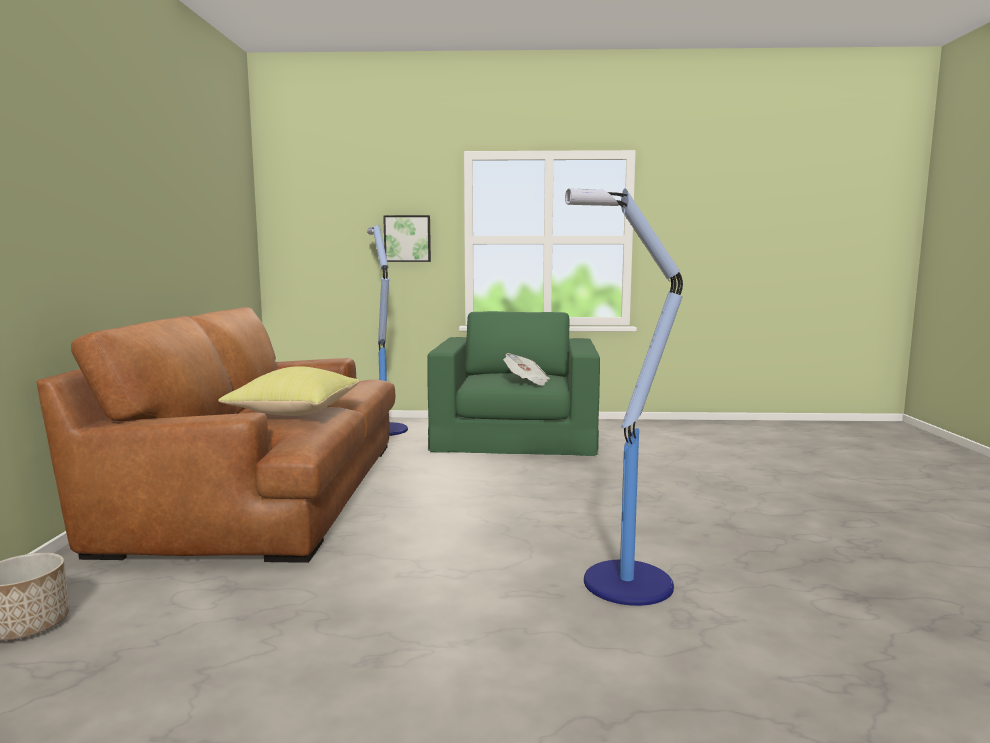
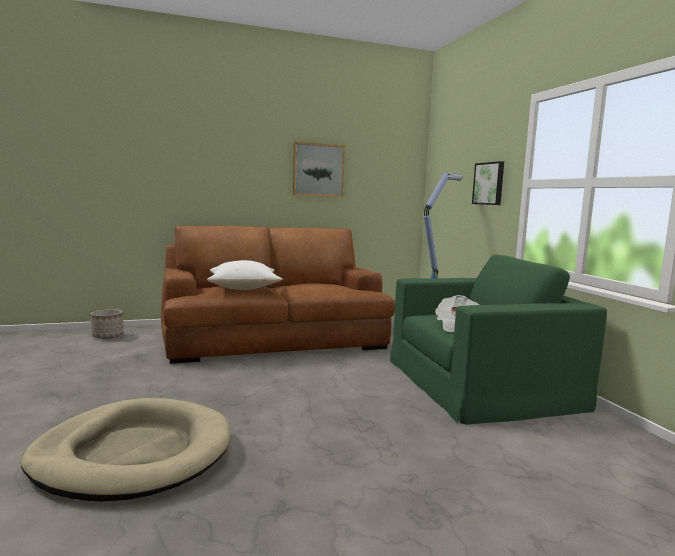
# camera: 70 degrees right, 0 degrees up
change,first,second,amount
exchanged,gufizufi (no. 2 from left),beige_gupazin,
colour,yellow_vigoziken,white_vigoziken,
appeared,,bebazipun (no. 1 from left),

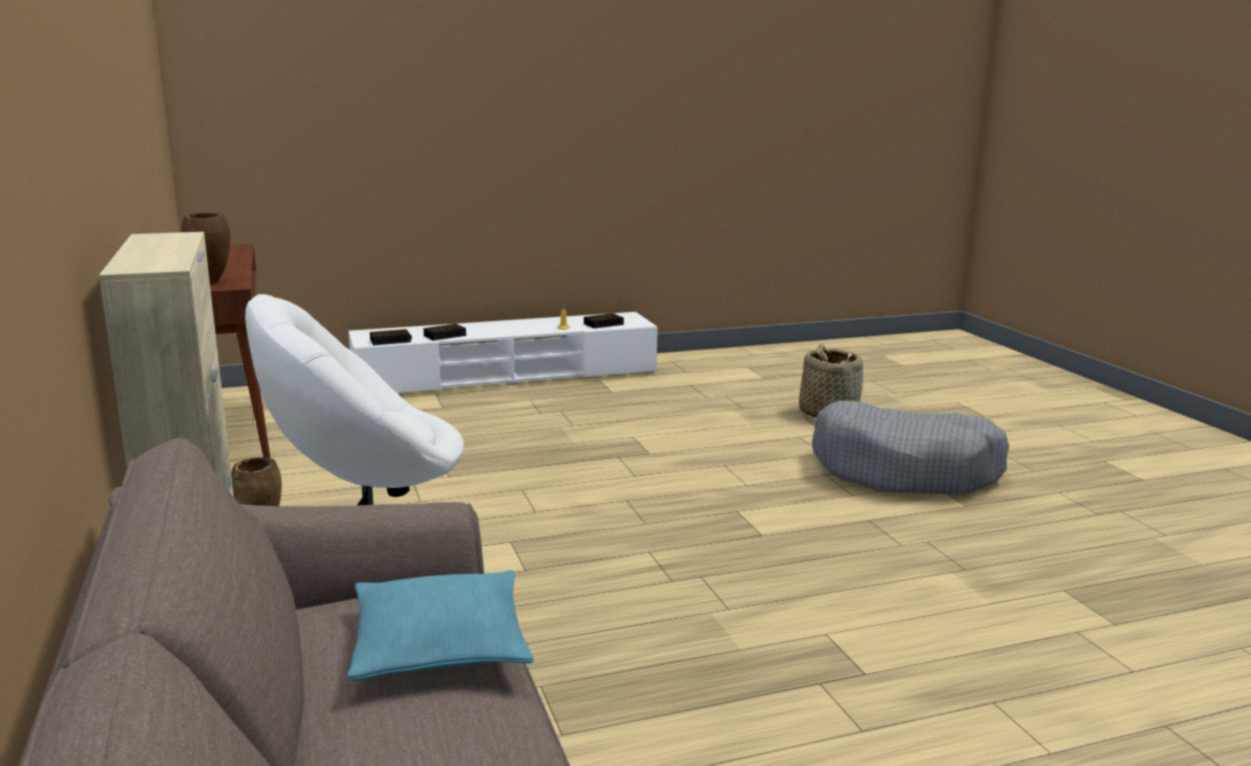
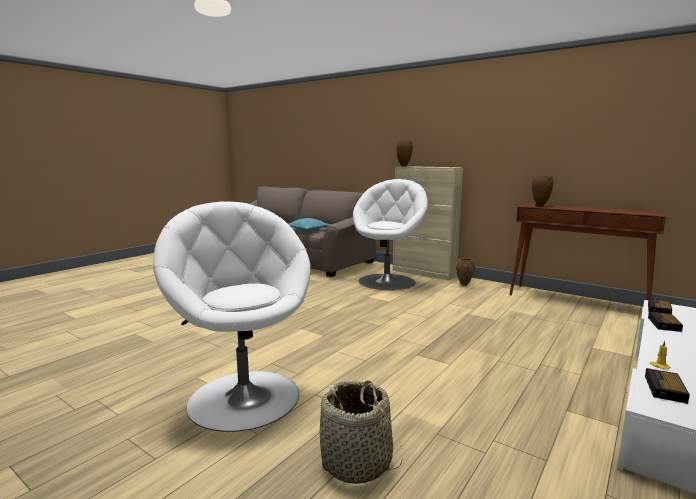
# camera: 145 degrees right, 5 degrees down
change,first,second,amount
exchanged,grey_gupazin,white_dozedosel (no. 1 from left),
appeared,,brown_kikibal (no. 1 from left),

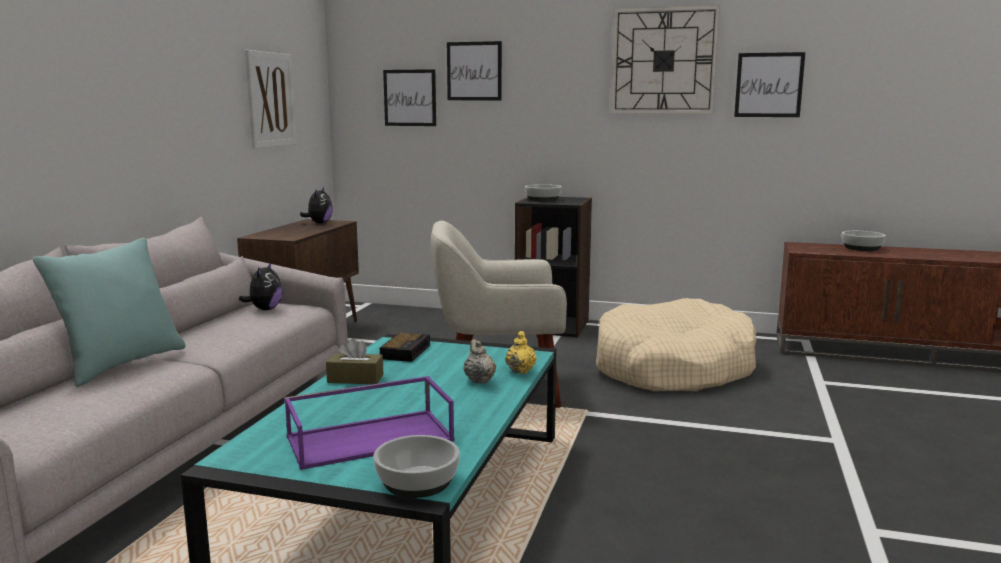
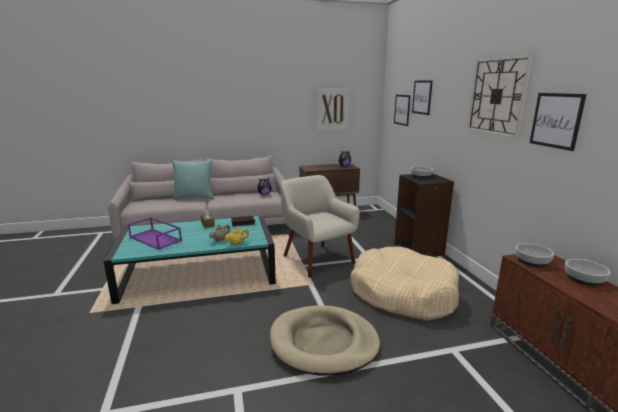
# camera: 60 degrees right, 5 degrees up
change,first,second,amount
appeared,,beige_gupazin (no. 1 from left),
relocated,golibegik (no. 1 from left in the first image),golibegik (no. 2 from left),

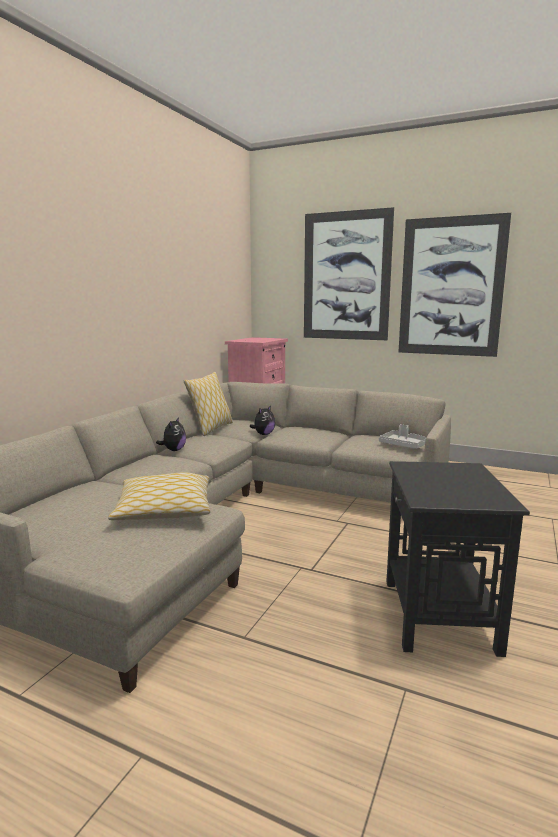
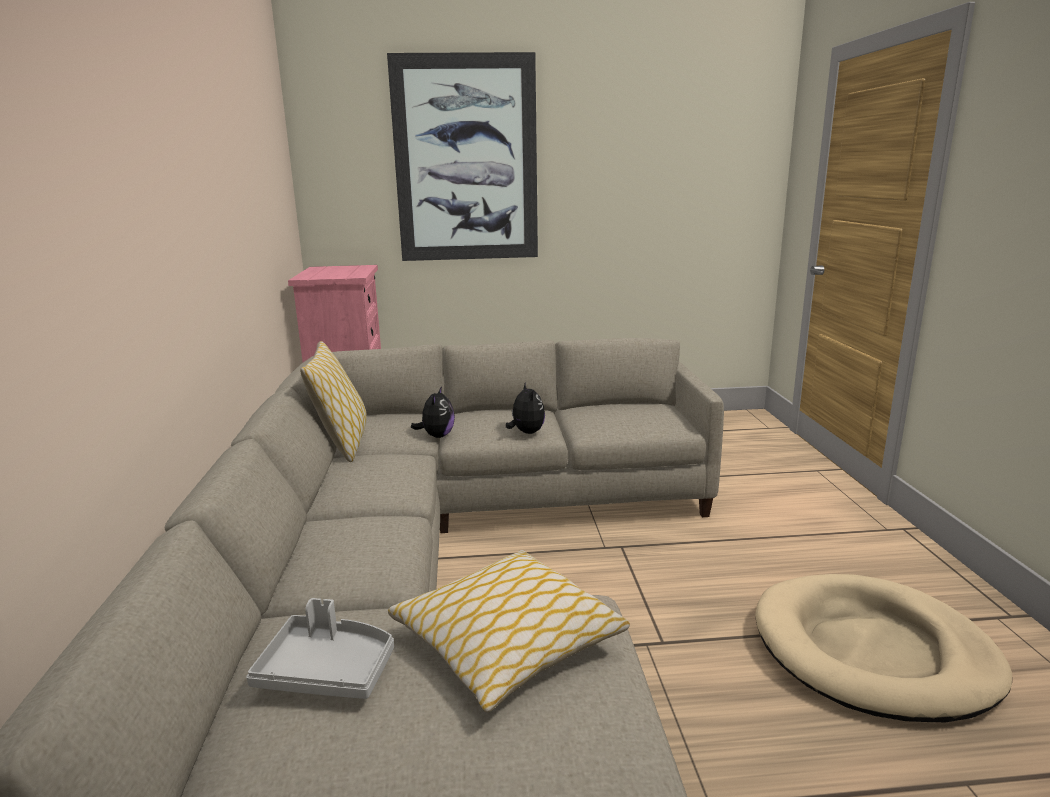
# camera: 30 degrees left, 5 degrees up
change,first,second,amount
relocated,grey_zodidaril,,
relocated,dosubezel (no. 1 from left in the first image),dosubezel (no. 2 from left),
exchanged,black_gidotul,beige_gupazin,
missing,bebazipun (no. 2 from left),,

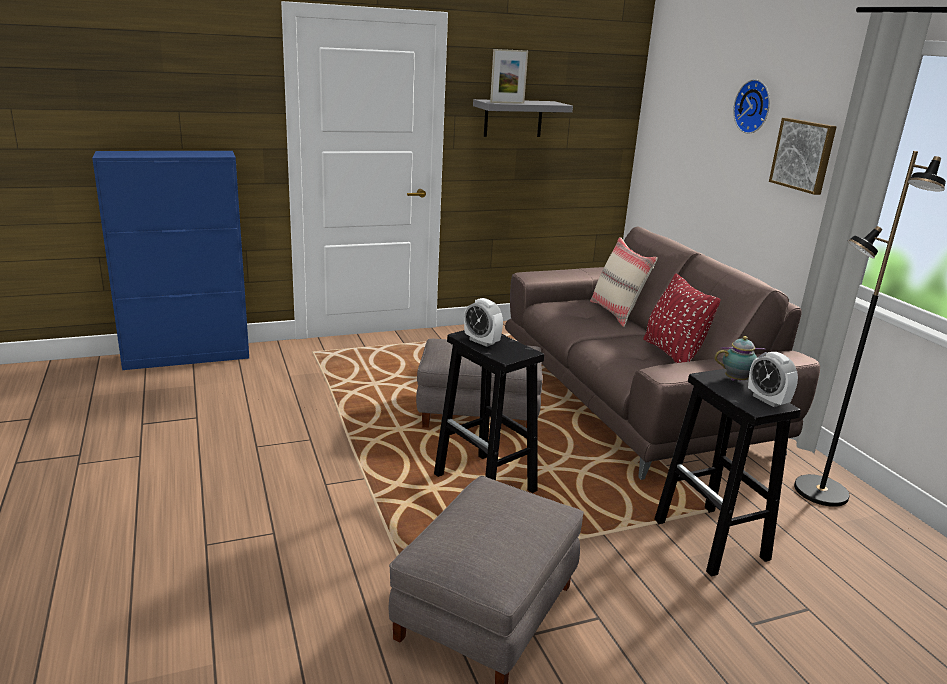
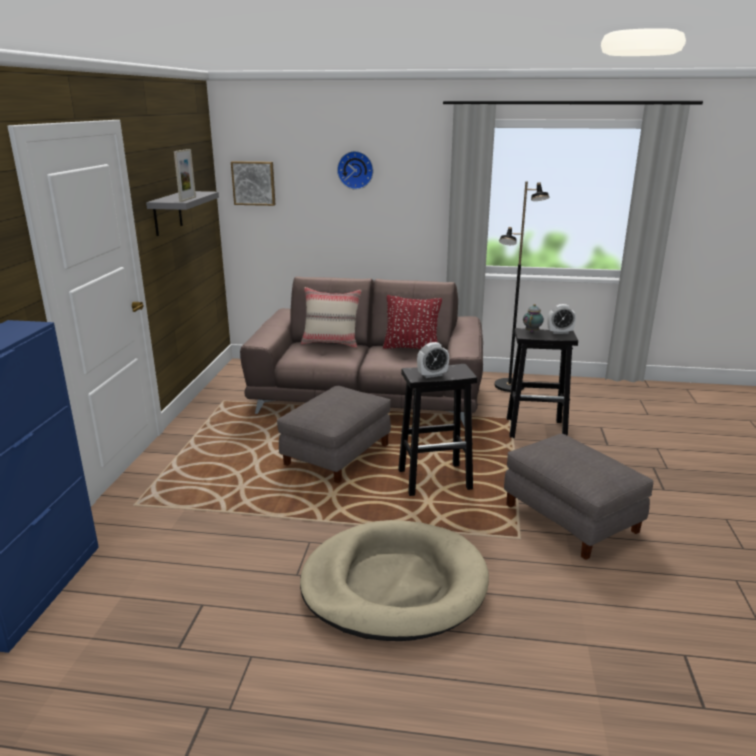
# camera: 60 degrees left, 0 degrees up
change,first,second,amount
relocated,bebazipun,,
appeared,,beige_gupazin,

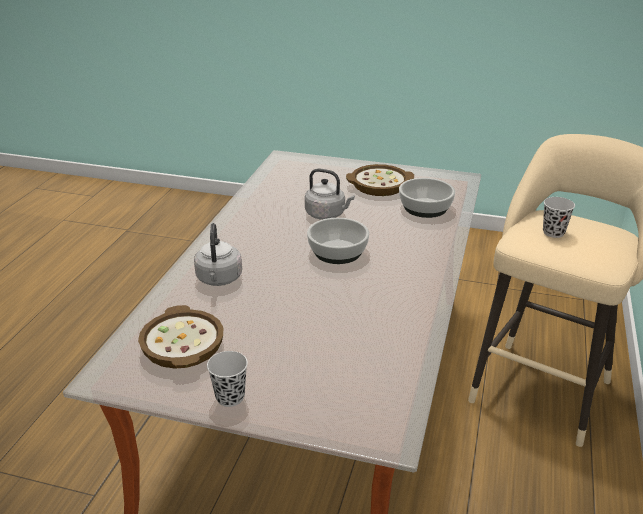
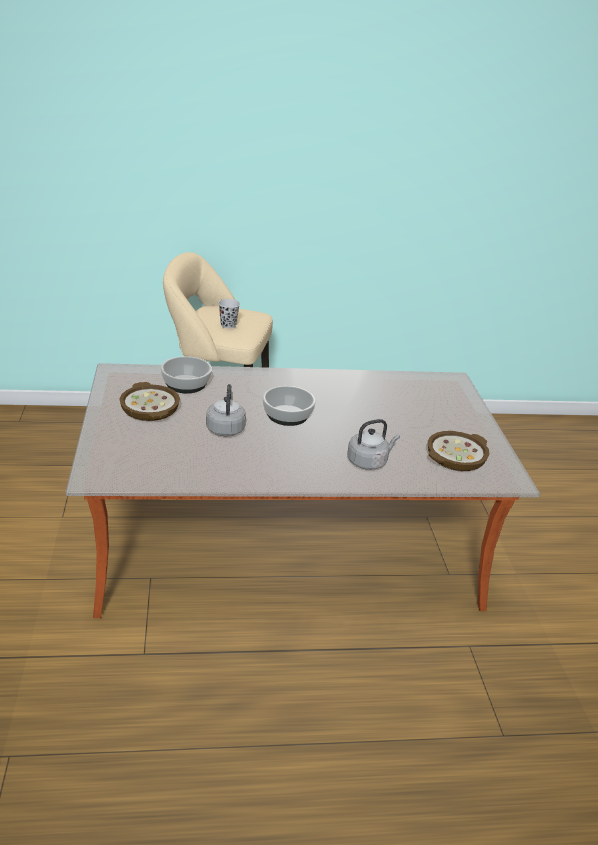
# camera: 115 degrees left, 0 degrees up
change,first,second,amount
missing,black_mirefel (no. 1 from left),,

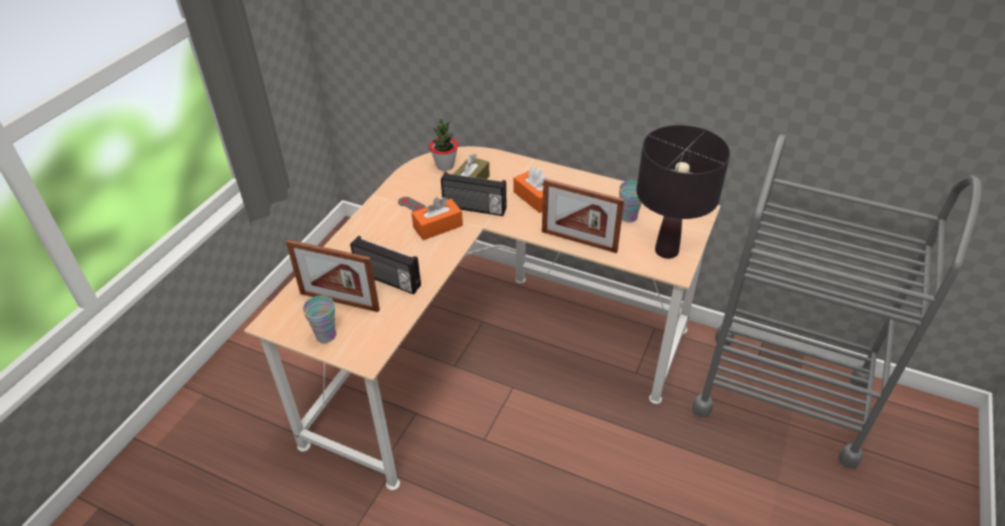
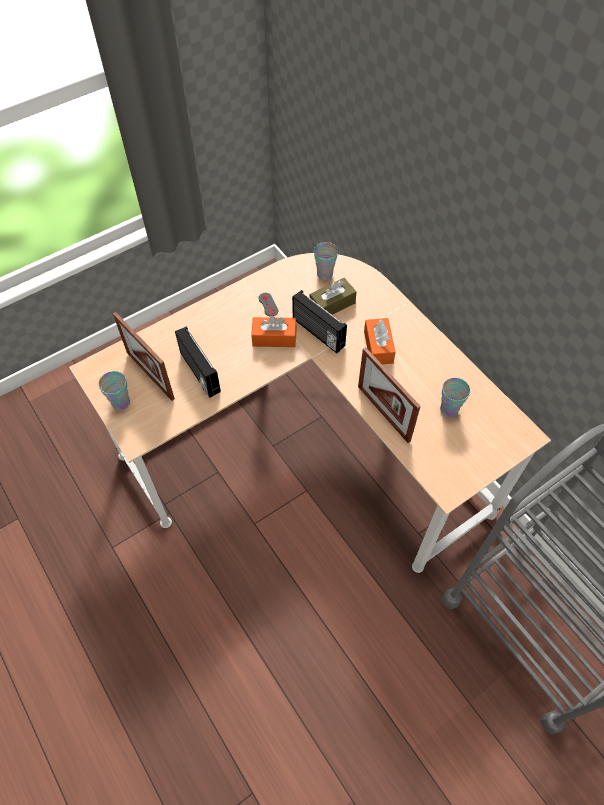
# camera: 30 degrees right, 15 degrees up
change,first,second,amount
exchanged,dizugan,mirefel (no. 2 from left),
missing,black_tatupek,,

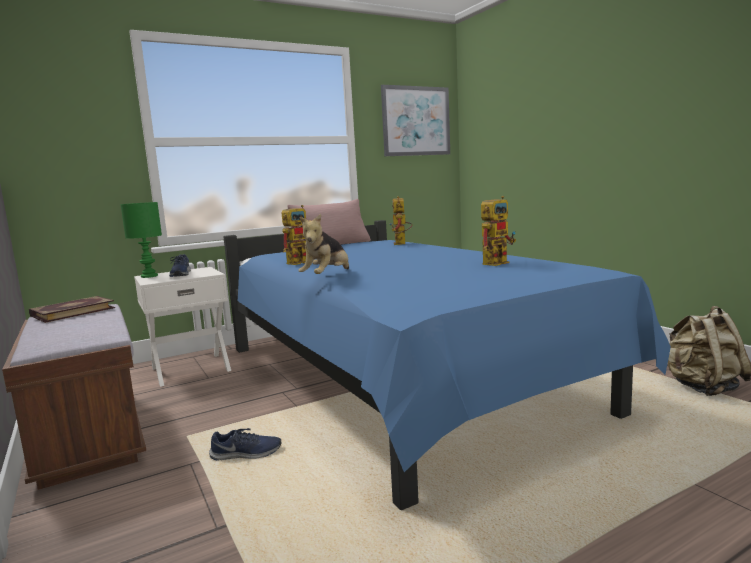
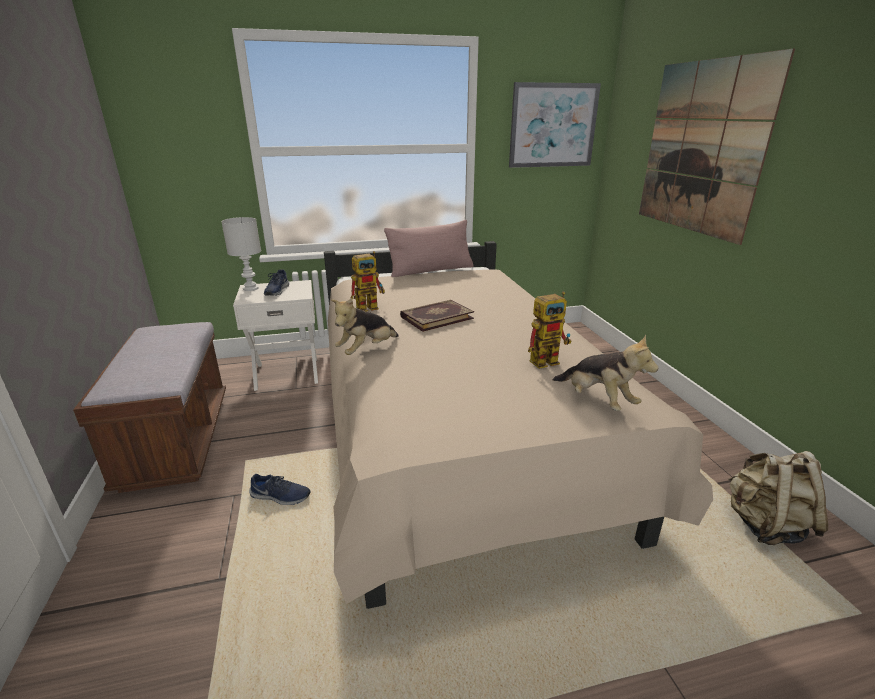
# camera: 15 degrees right, 15 degrees up
change,first,second,amount
colour,green_tatupek,white_tatupek,
colour,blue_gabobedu,beige_gabobedu,
relocated,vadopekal,,
appeared,,dosubezel (no. 2 from left),
appeared,,bebazipun (no. 2 from left),
missing,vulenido (no. 2 from left),,

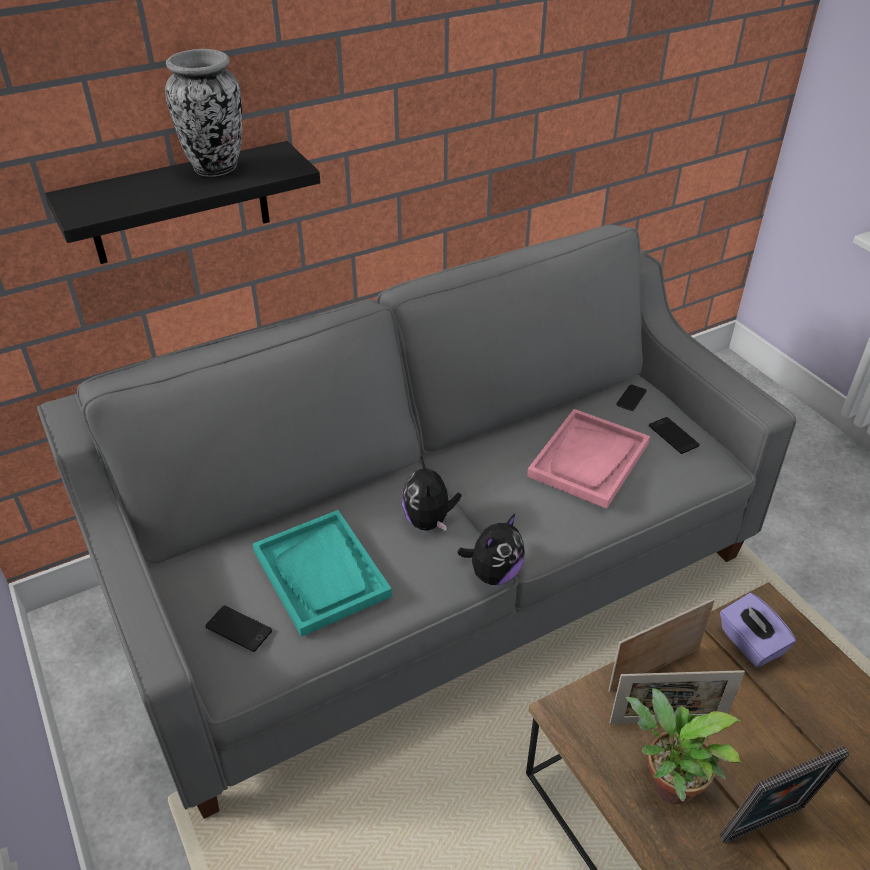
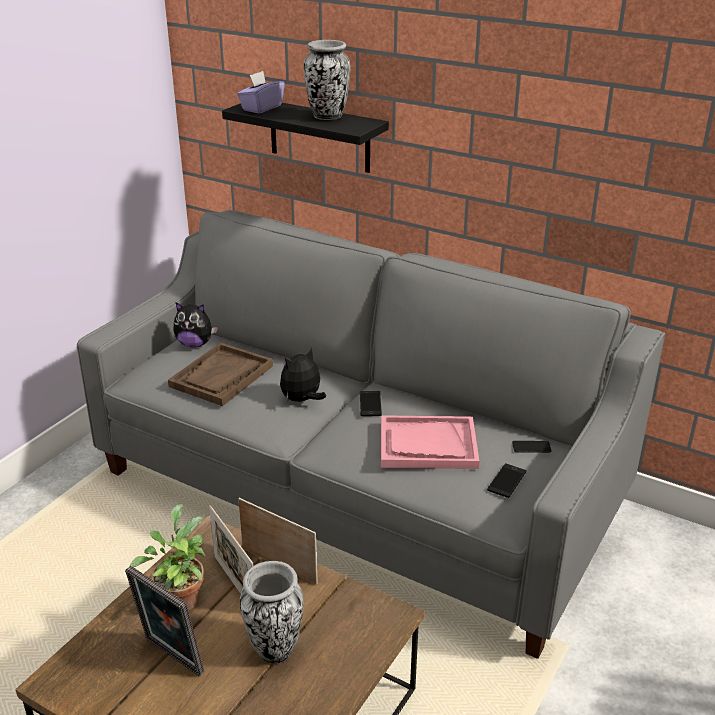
# camera: 60 degrees right, 10 degrees down
change,first,second,amount
colour,turquoise_zodidaril,brown_zodidaril,
relocated,dosubezel (no. 2 from left in the first image),dosubezel (no. 1 from left),
relocated,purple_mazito,,
appeared,,kikibal (no. 1 from left),
relocated,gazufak (no. 1 from left),,

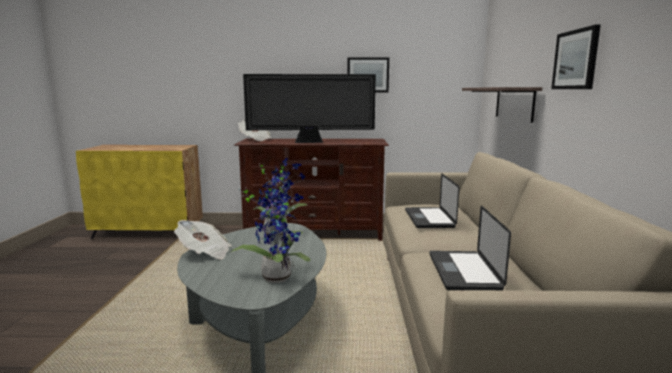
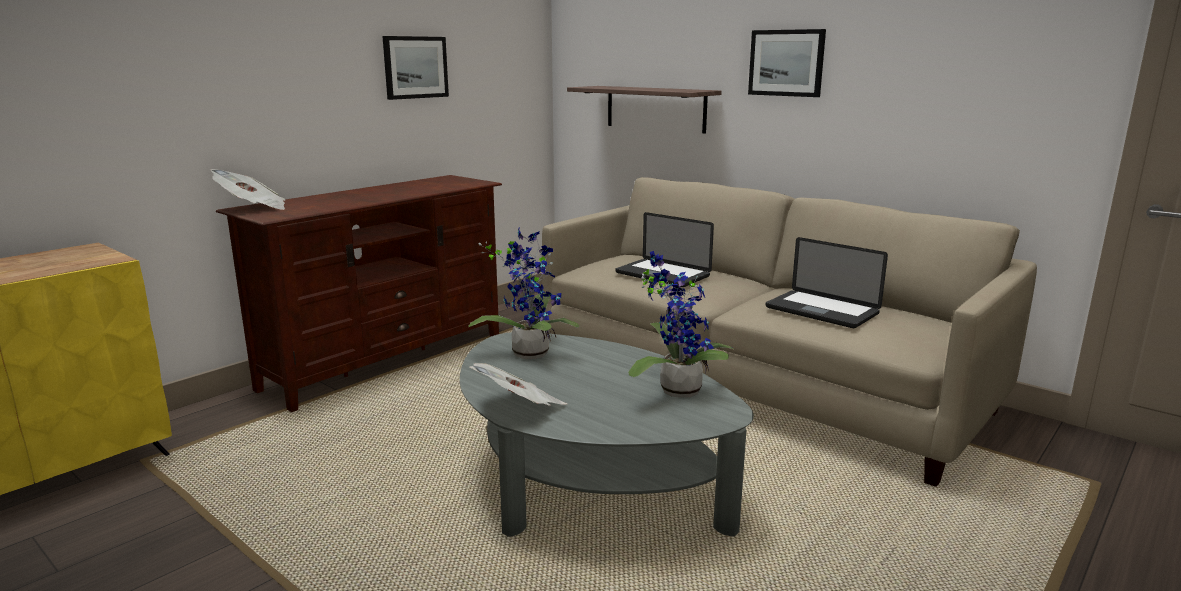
# camera: 50 degrees left, 5 degrees up
change,first,second,amount
missing,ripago,,

